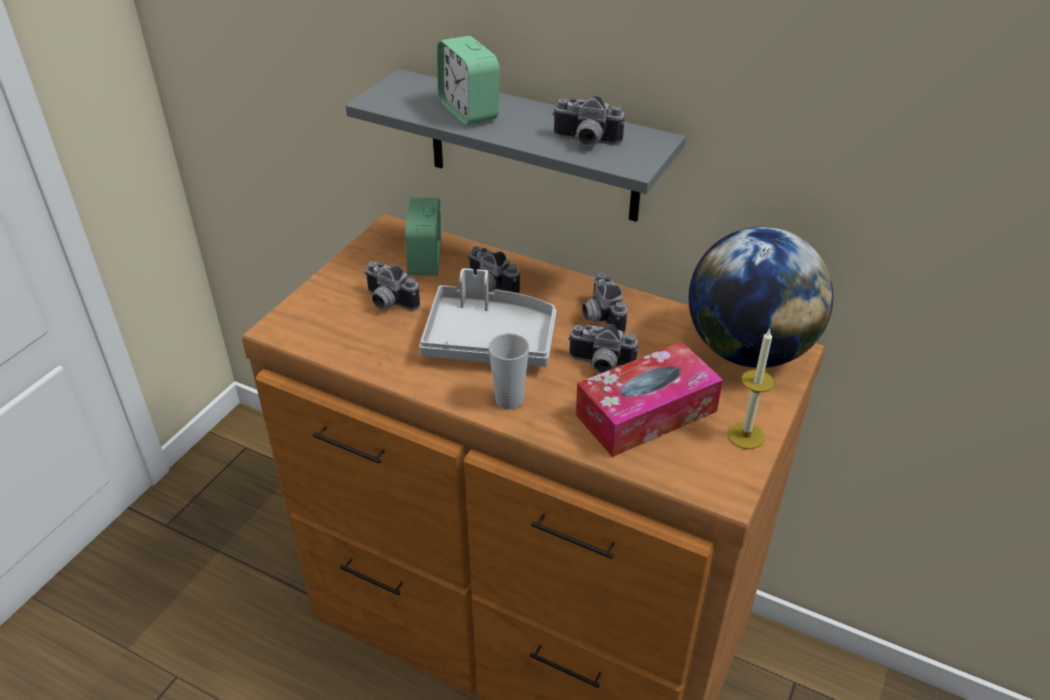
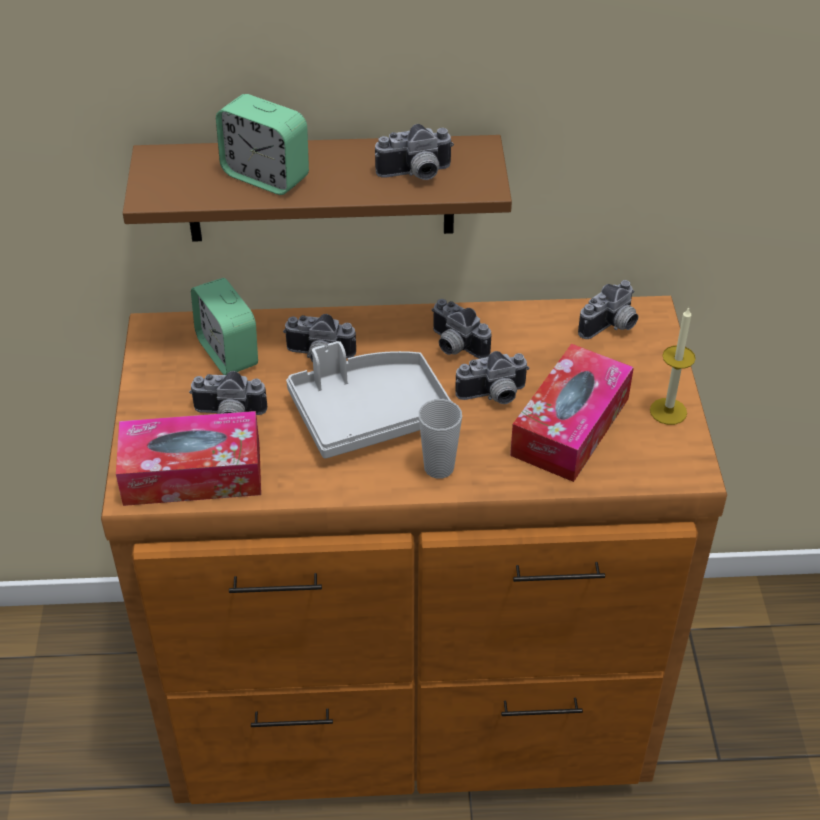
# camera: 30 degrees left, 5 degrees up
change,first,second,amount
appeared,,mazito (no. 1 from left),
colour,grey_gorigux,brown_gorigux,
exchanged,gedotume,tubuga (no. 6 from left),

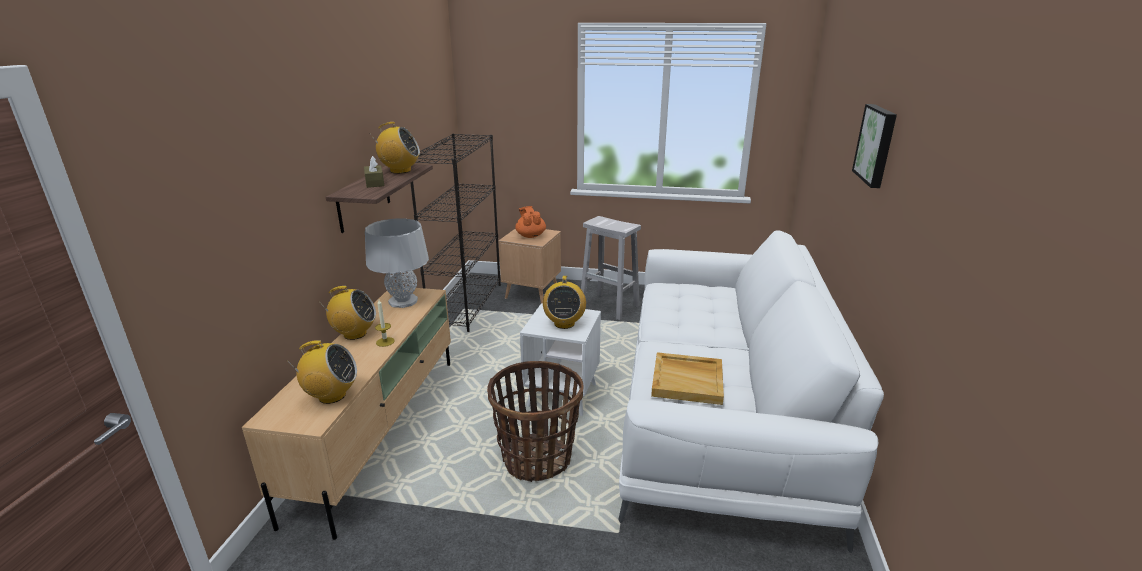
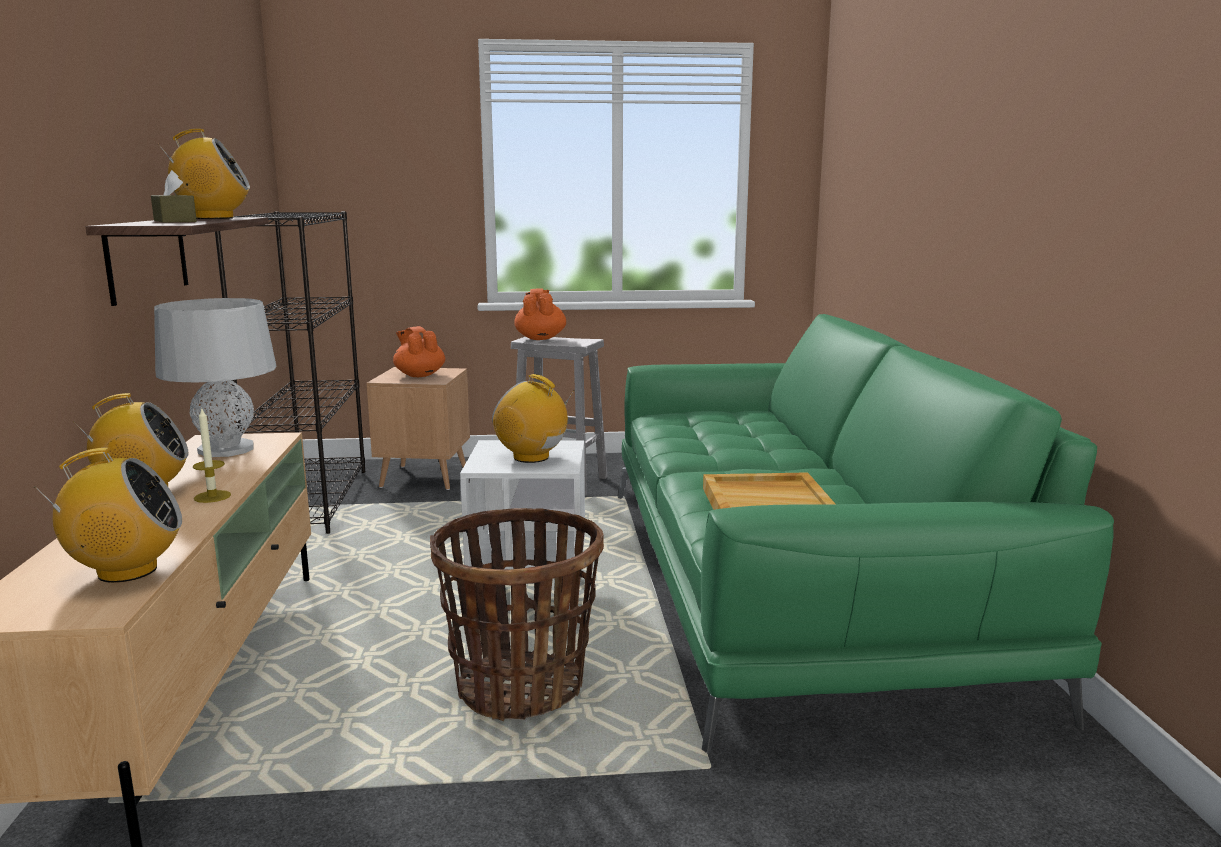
# camera: 15 degrees left, 10 degrees down
change,first,second,amount
spun,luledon (no. 4 from left),,135 degrees clockwise
appeared,,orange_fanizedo (no. 2 from left),
colour,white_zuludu,green_zuludu,
missing,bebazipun,,

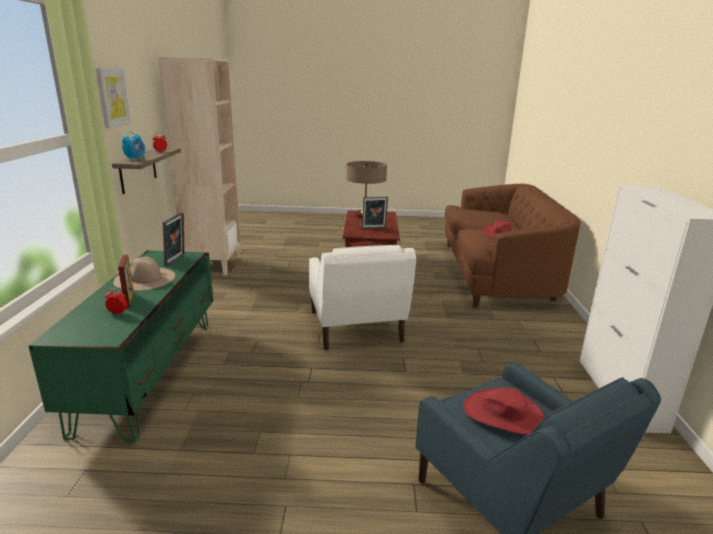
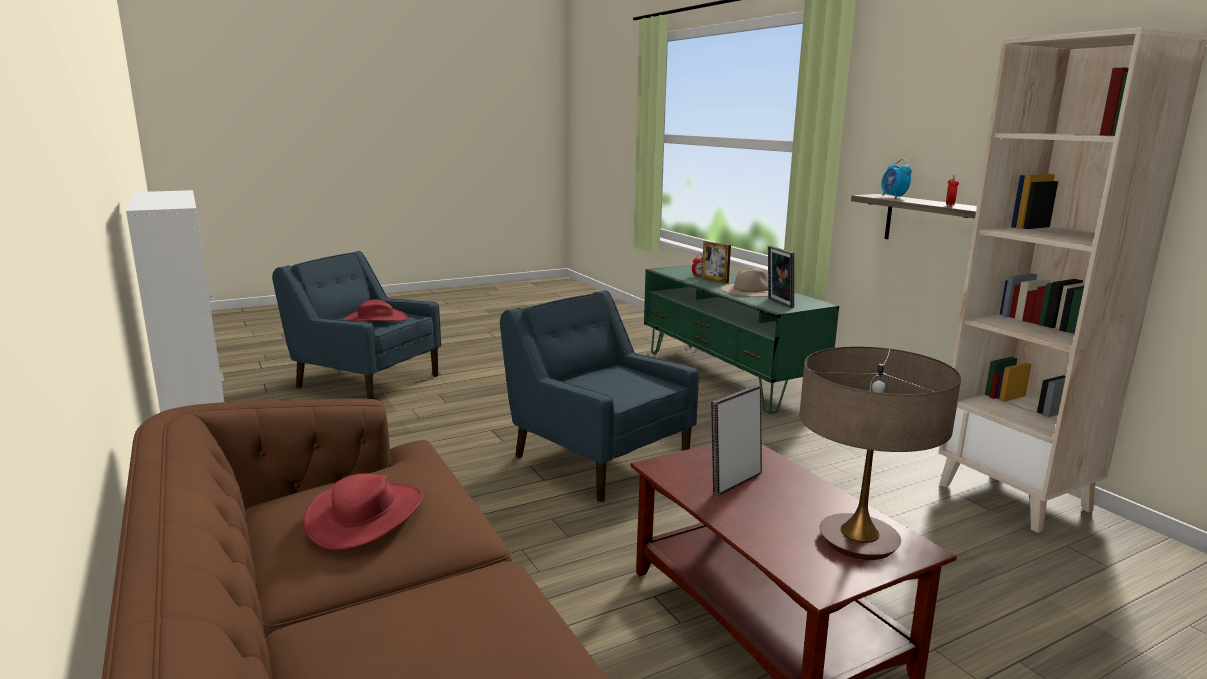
# camera: 150 degrees right, 5 degrees down
change,first,second,amount
colour,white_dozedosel,blue_dozedosel (no. 2 from left),
missing,bebazipun,,

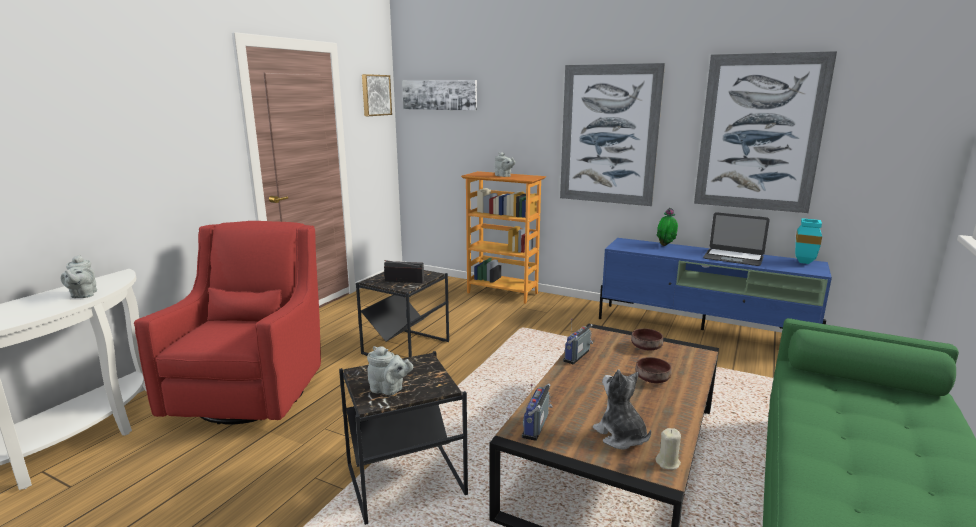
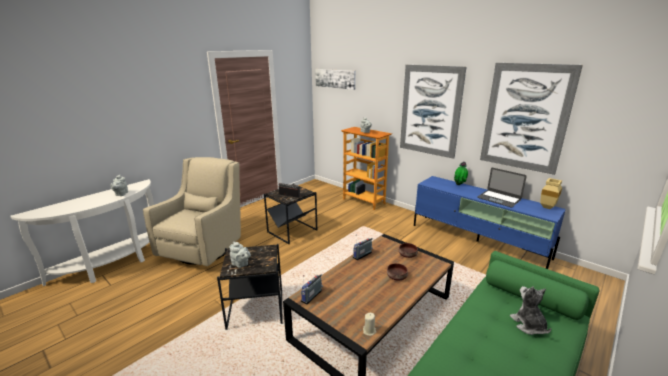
# camera: 15 degrees right, 5 degrees up
change,first,second,amount
colour,red_dozedosel,beige_dozedosel,
relocated,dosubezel,,
colour,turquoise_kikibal,beige_kikibal,
missing,bebazipun (no. 1 from left),,

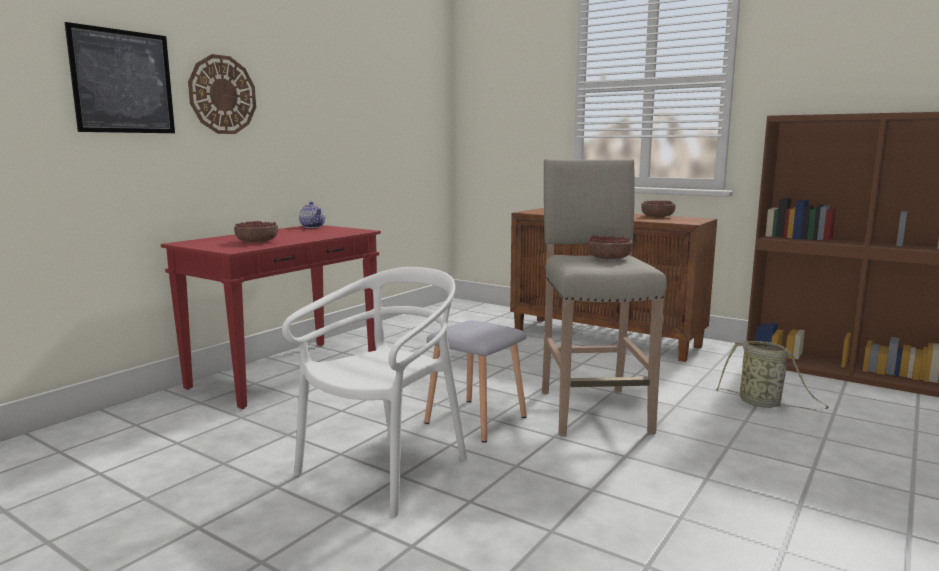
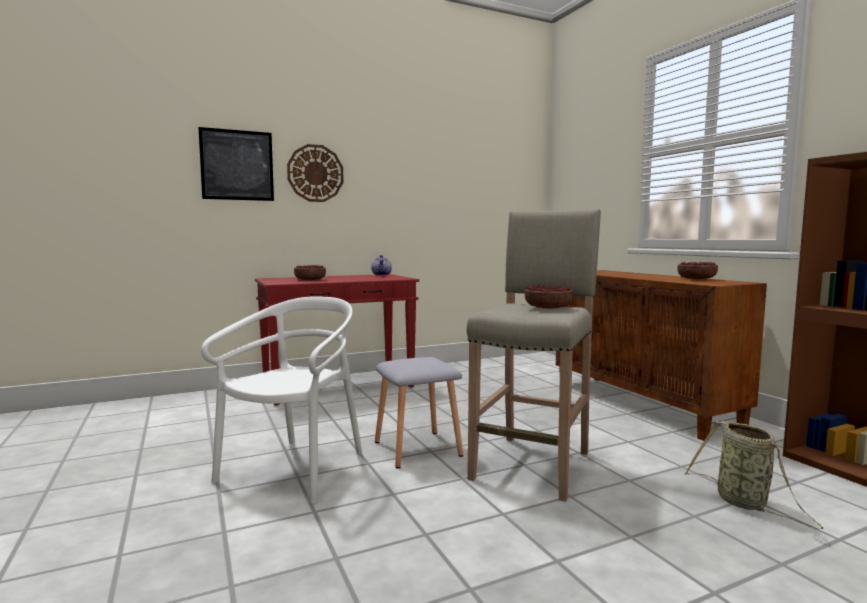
# camera: 30 degrees right, 5 degrees down
change,first,second,amount
spun,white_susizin,,45 degrees counterclockwise

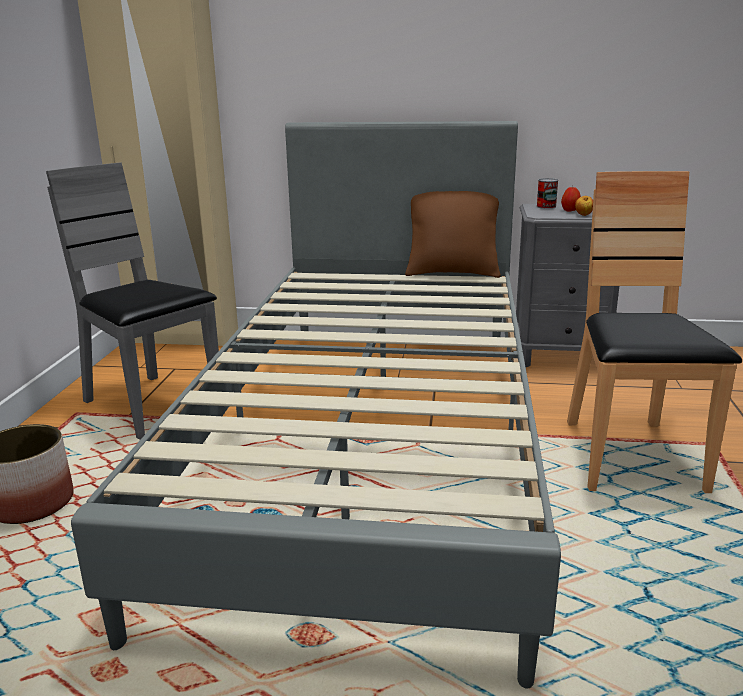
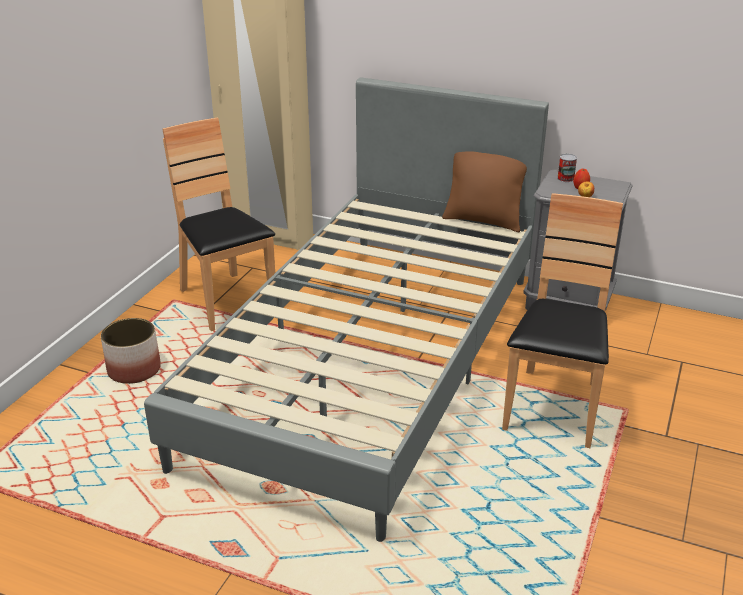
# camera: 15 degrees right, 10 degrees up
change,first,second,amount
colour,grey_susizin,brown_susizin (no. 1 from left),

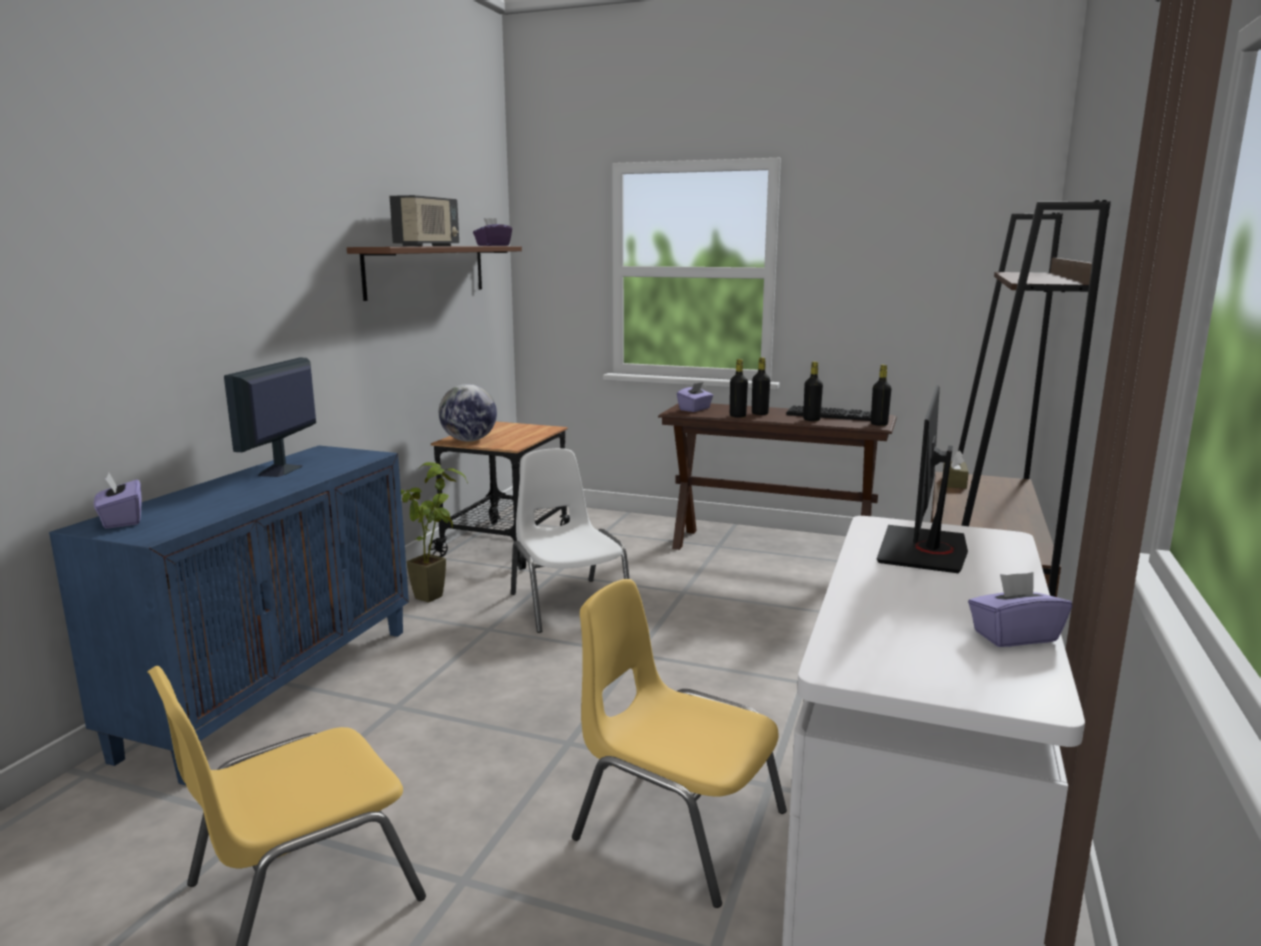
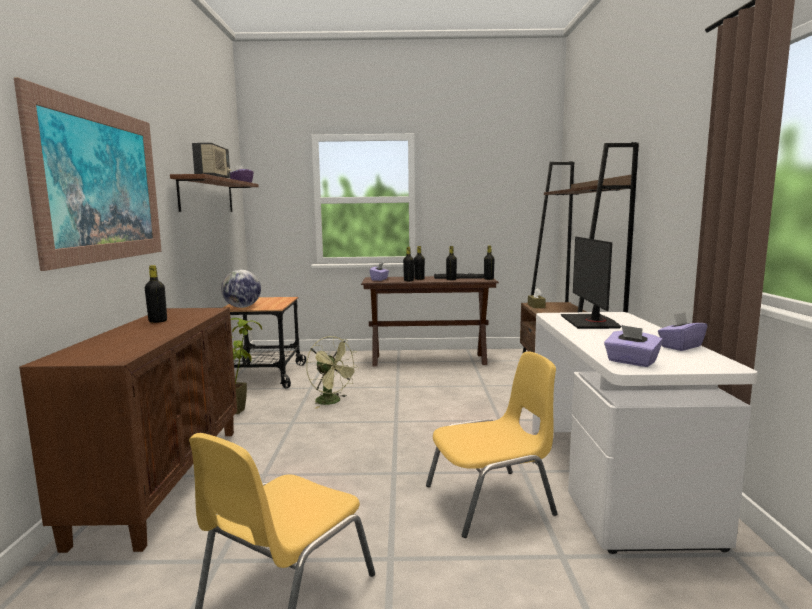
# camera: 20 degrees left, 5 degrees down
change,first,second,amount
appeared,,bebazipun,
colour,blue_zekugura,brown_zekugura,
exchanged,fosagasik (no. 1 from left),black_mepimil (no. 1 from left),
exchanged,white_susizin,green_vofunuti,
spun,yellow_susizin (no. 2 from left),,150 degrees clockwise
relocated,purple_mazito (no. 1 from left in the first image),purple_mazito (no. 3 from left),

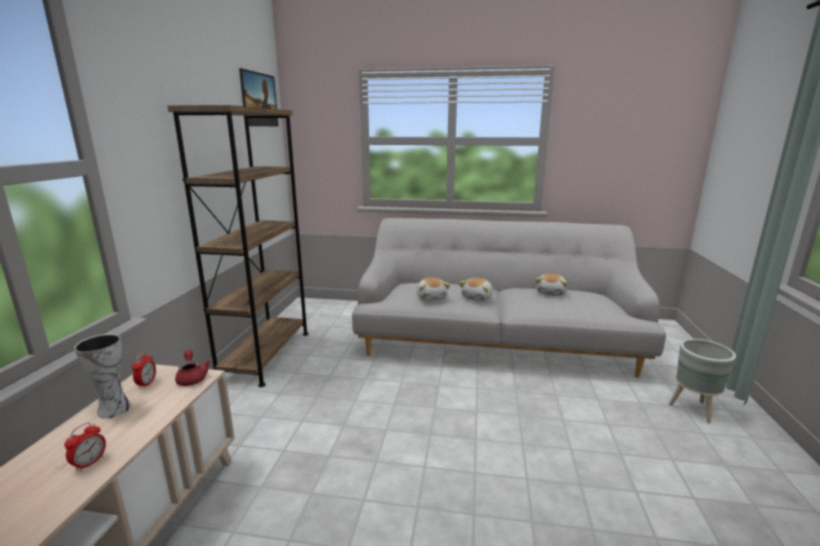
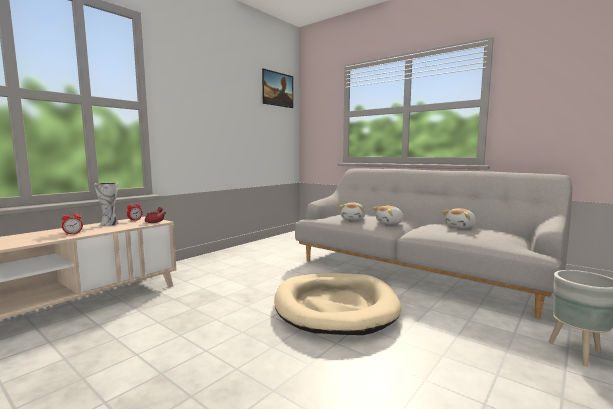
# camera: 30 degrees right, 10 degrees down
change,first,second,amount
appeared,,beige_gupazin,
missing,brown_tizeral,,

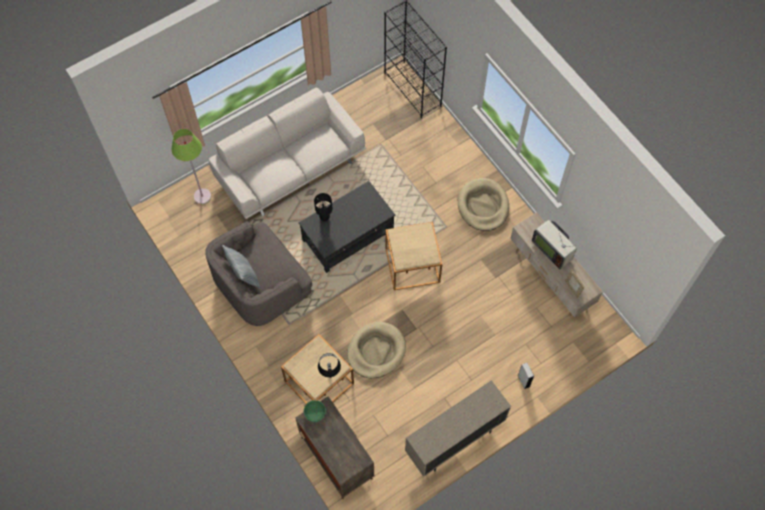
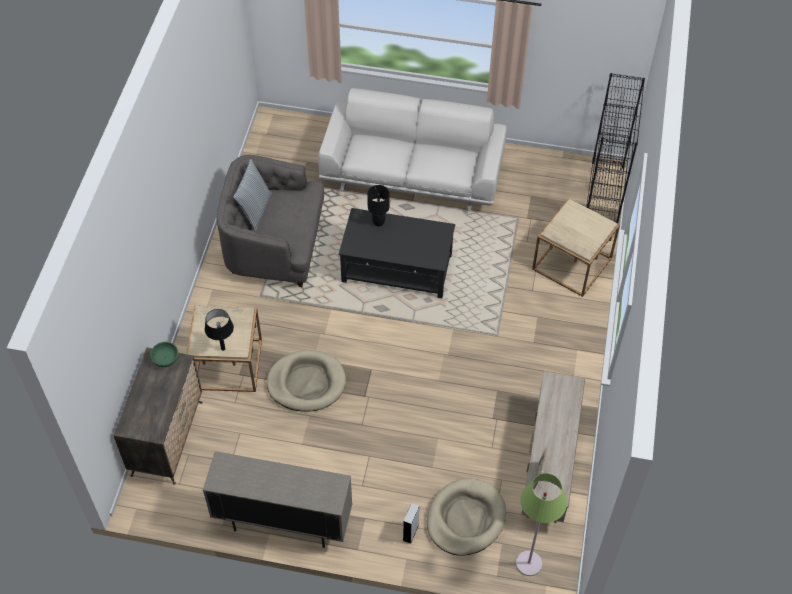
# camera: 45 degrees right, 10 degrees down
change,first,second,amount
relocated,beige_gupazin (no. 2 from left),,
relocated,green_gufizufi,,
relocated,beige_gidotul (no. 2 from left),,
missing,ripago,,

